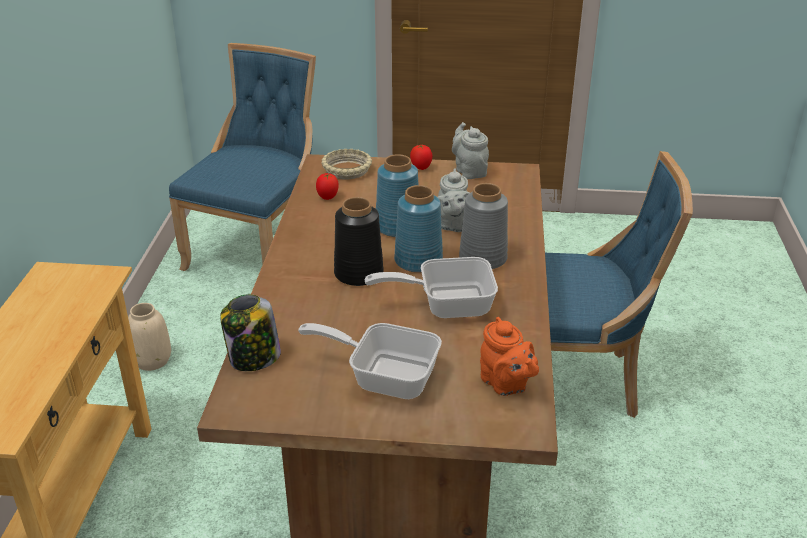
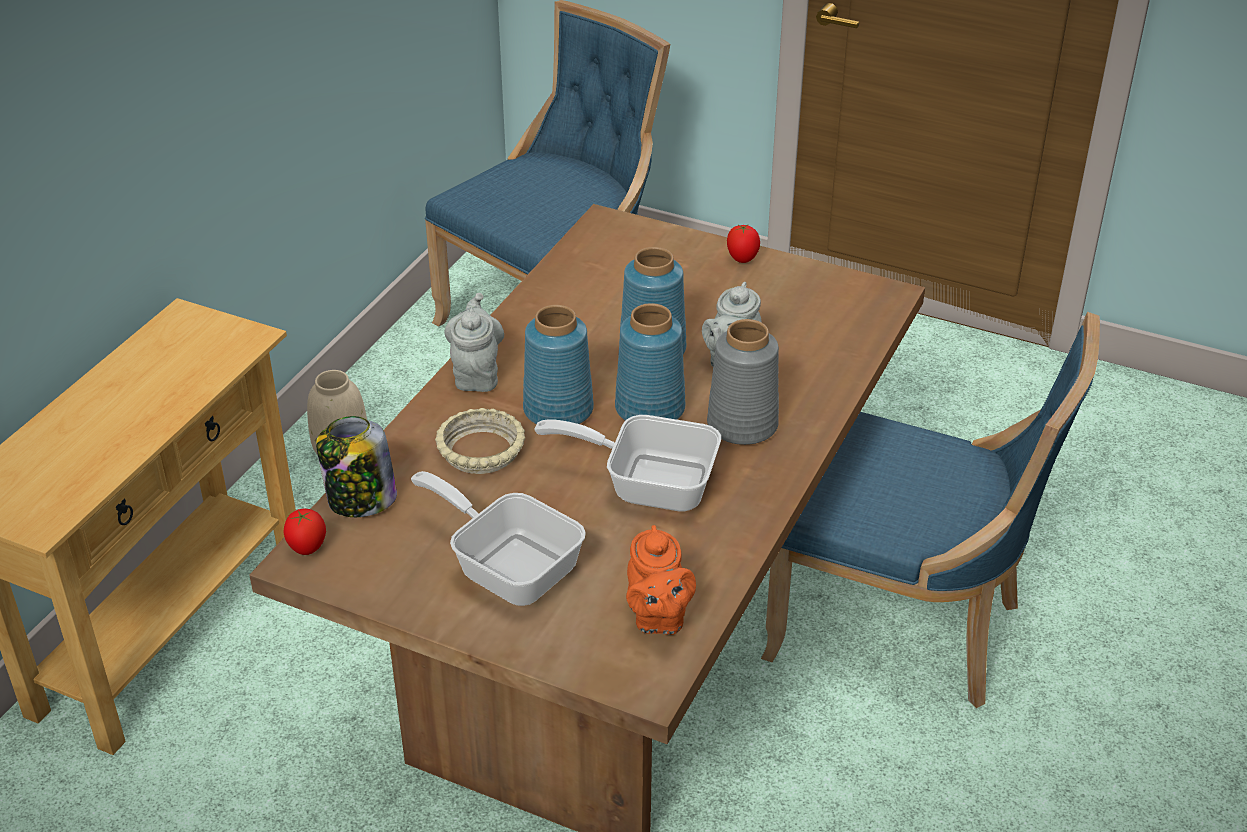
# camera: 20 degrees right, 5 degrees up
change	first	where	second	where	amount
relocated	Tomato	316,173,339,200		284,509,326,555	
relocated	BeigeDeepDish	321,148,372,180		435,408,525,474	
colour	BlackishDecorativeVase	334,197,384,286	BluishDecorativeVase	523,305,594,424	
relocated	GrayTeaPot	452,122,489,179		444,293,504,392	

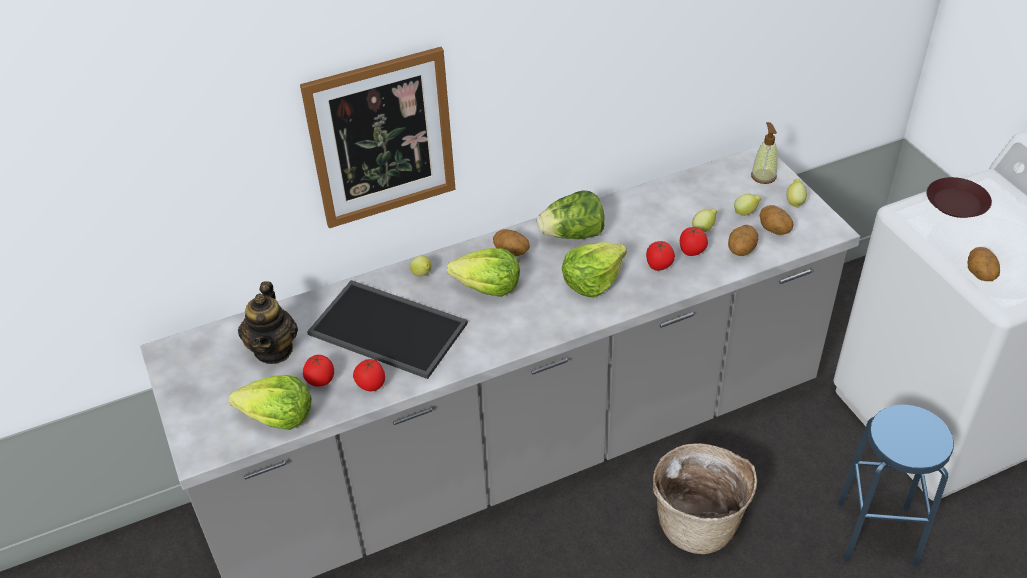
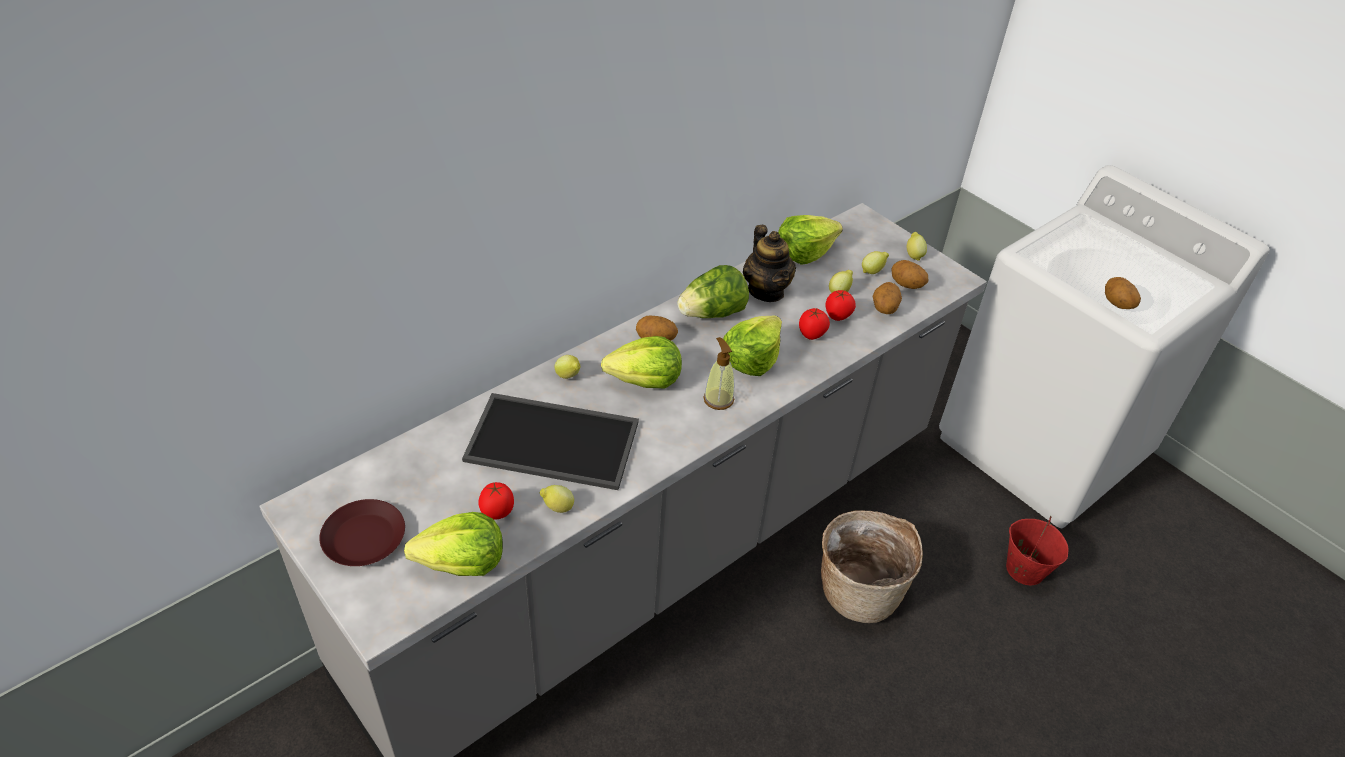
# camera: 20 degrees left, 0 degrees up
change	first	where	second	where	amount
relocated	TeaPot	238,281,298,364		743,225,796,302	
missing	Picture	300,47,455,228			
exchanged	Tomato	353,359,385,391	CitrusFruit	540,485,574,513	
relocated	SoapBottle	751,122,778,184		703,337,734,410	
exchanged	BluishStoolSeat	837,405,954,568	ReddishPail	1006,516,1069,585	
relocated	BrownColouredDinnerPlate	927,177,992,218		319,499,405,566	
appeared			HeadOfLettuce	778,215,843,265	

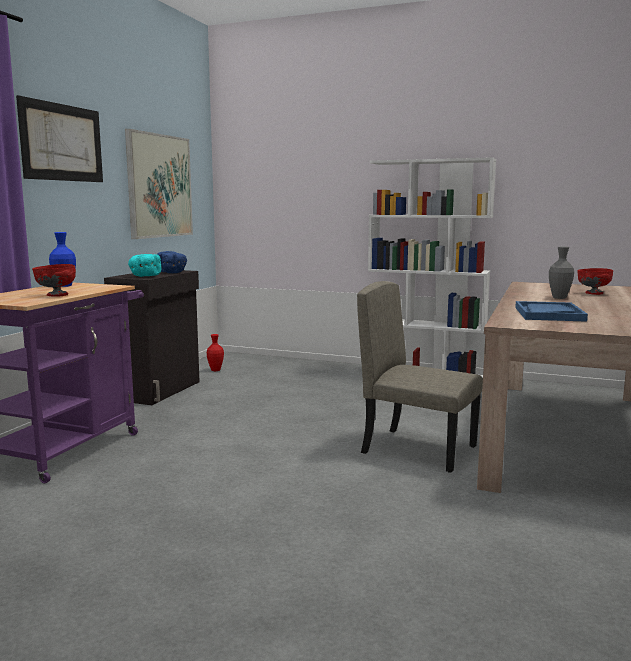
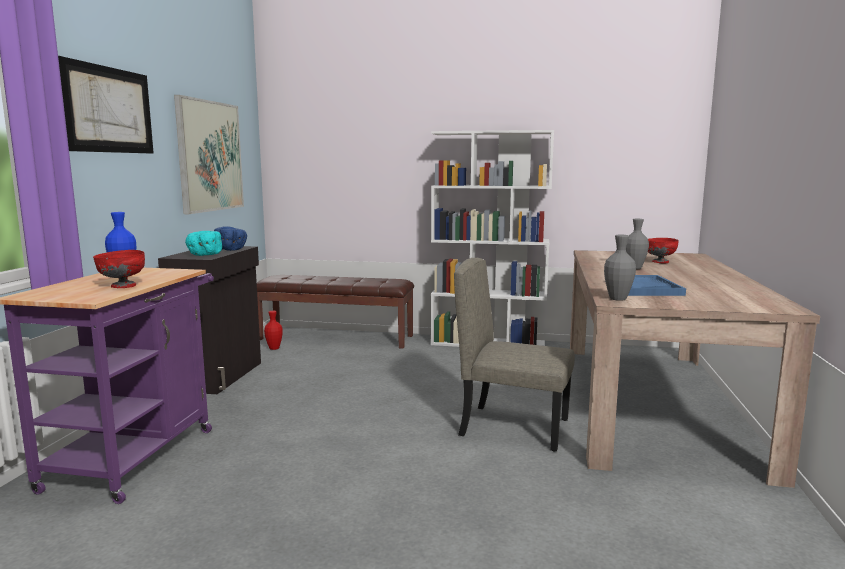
# camera: 10 degrees left, 0 degrees up
change	first	where	second	where	amount
appeared			BrownColouredLongSeat	257,275,414,349	
appeared			GrayDecorativeVase	604,235,636,301	

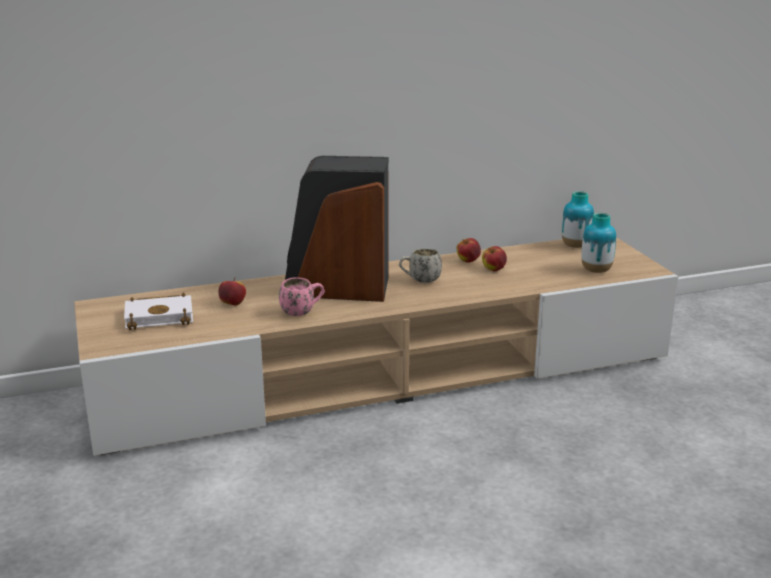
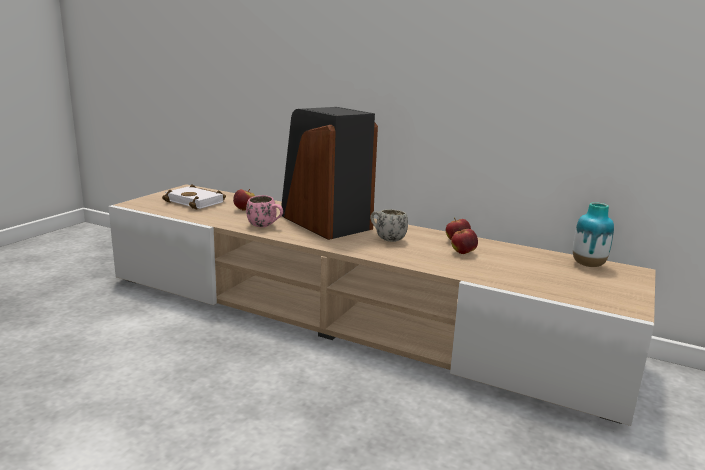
# camera: 45 degrees right, 5 degrees down
change	first	where	second	where	amount
missing	DecorativeVase	582,213,616,273			

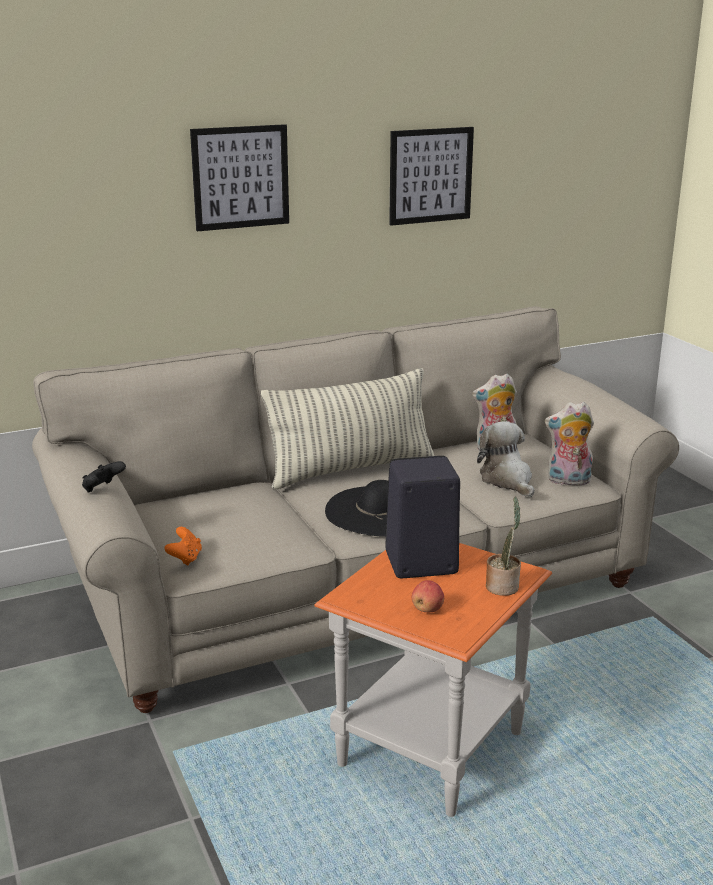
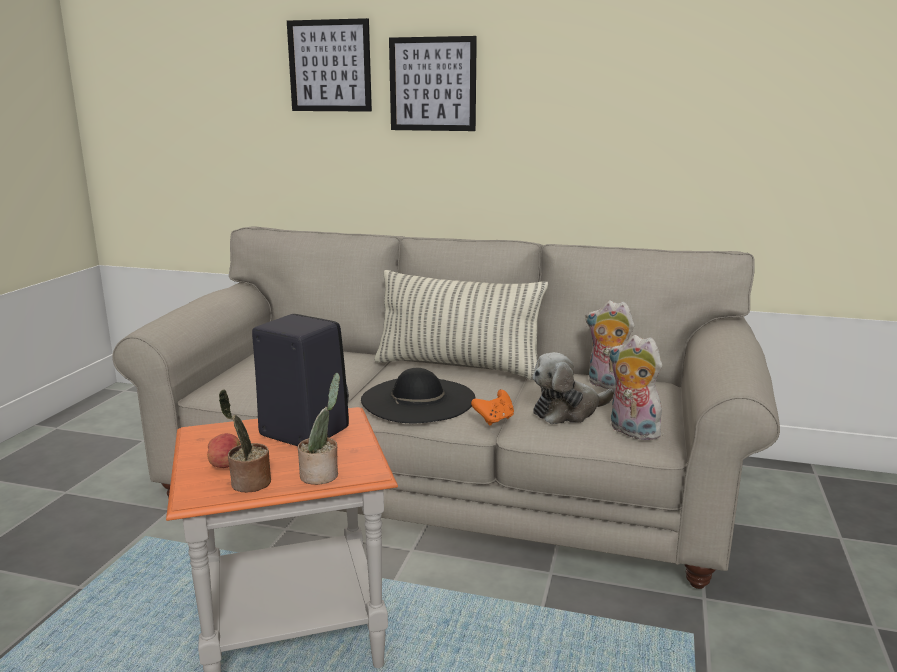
# camera: 40 degrees right, 5 degrees down
change	first	where	second	where	amount
missing	BlackishJoypad	82,461,126,493			
relocated	OrangeyJoypad	164,527,202,566		471,390,514,426	
relocated	Picture	389,127,474,226		287,18,372,112	
spun	CuddlyToy	477,421,534,497		532,352,614,424	135 degrees counterclockwise
appeared			PottedPlant	219,389,271,492	

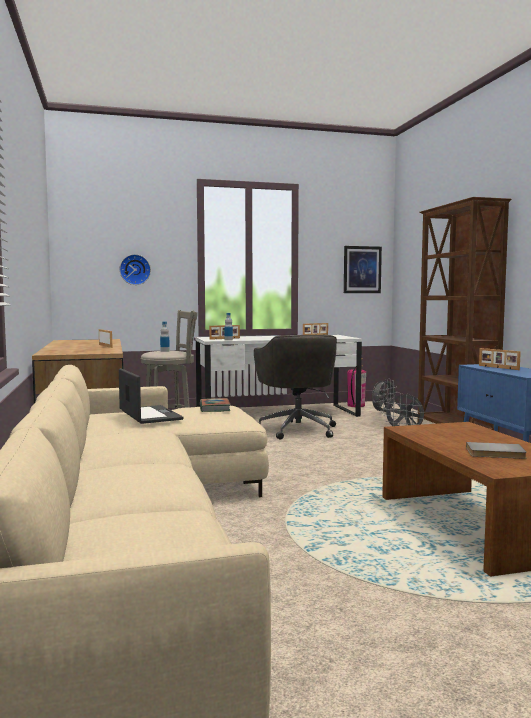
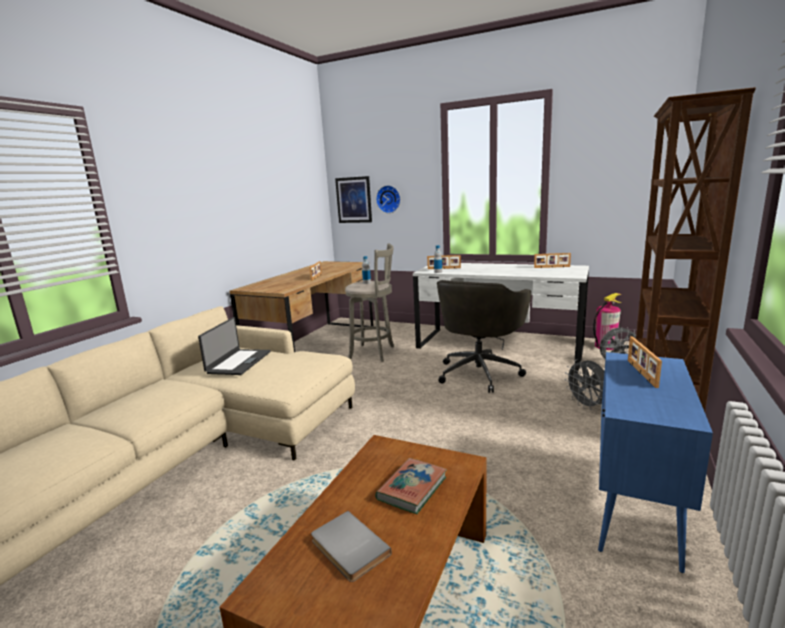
# camera: 40 degrees right, 10 degrees up
change	first	where	second	where	amount
relocated	Book	200,398,231,412		375,458,447,514	
relocated	Picture	344,246,382,293		335,176,372,223	

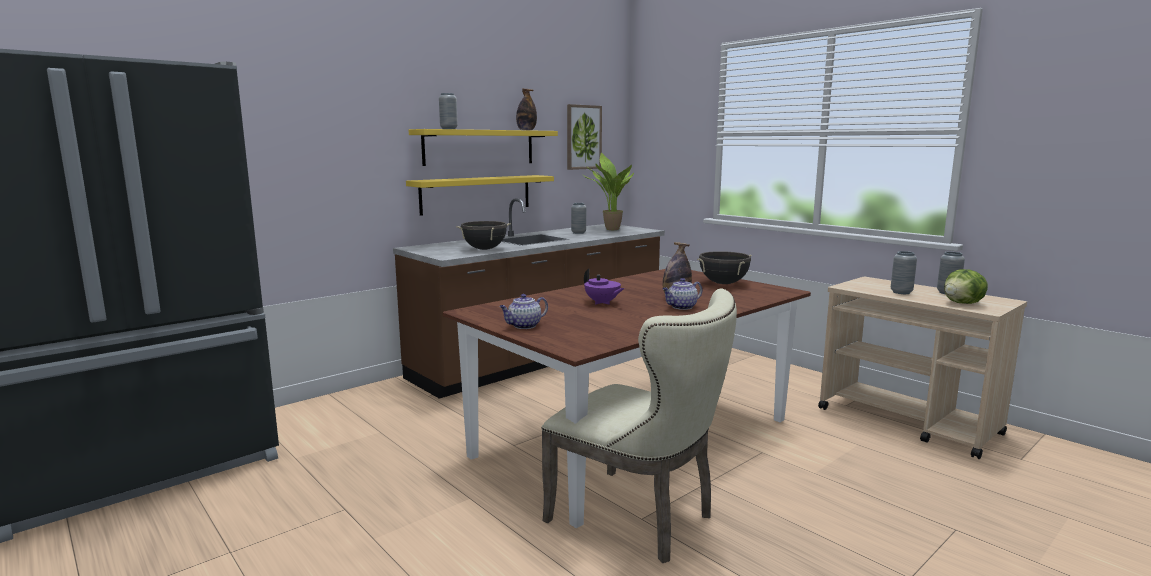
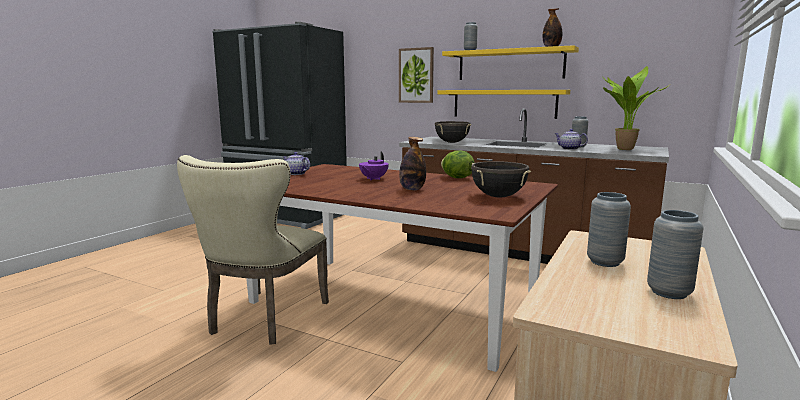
# camera: 70 degrees right, 0 degrees up
change	first	where	second	where	amount
relocated	Picture	567,104,602,170		399,47,434,103	
relocated	TeaPot	662,278,702,310		554,129,588,150	
relocated	HeadOfLettuce	944,269,988,304		441,150,475,178	

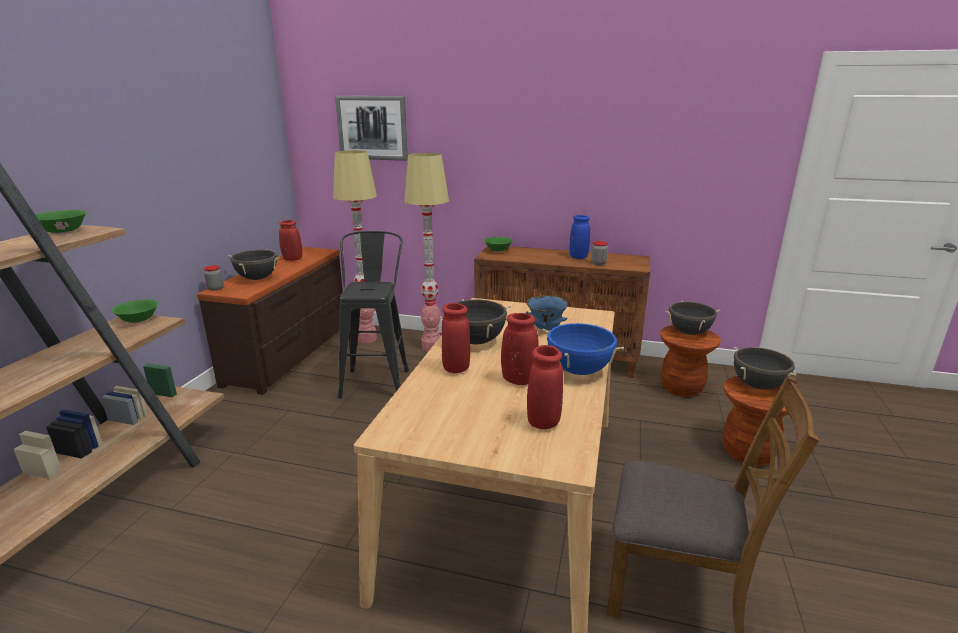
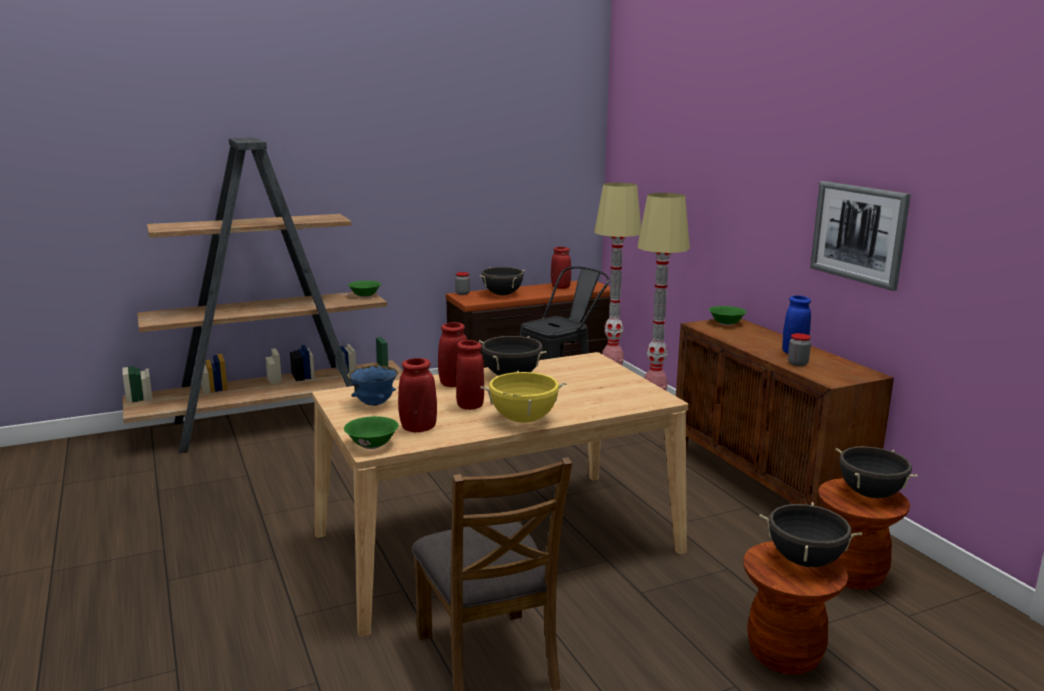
# camera: 50 degrees right, 5 degrees down
change	first	where	second	where	amount
relocated	GreenDeepDish	35,210,87,235		344,416,399,449	
relocated	Picture	335,96,408,161		810,181,911,291	
relocated	BluishDeepDish	526,295,568,330		347,365,398,406	
colour	BluishCookingPot	543,323,624,375	YellowColouredCookingPot	481,371,567,423	

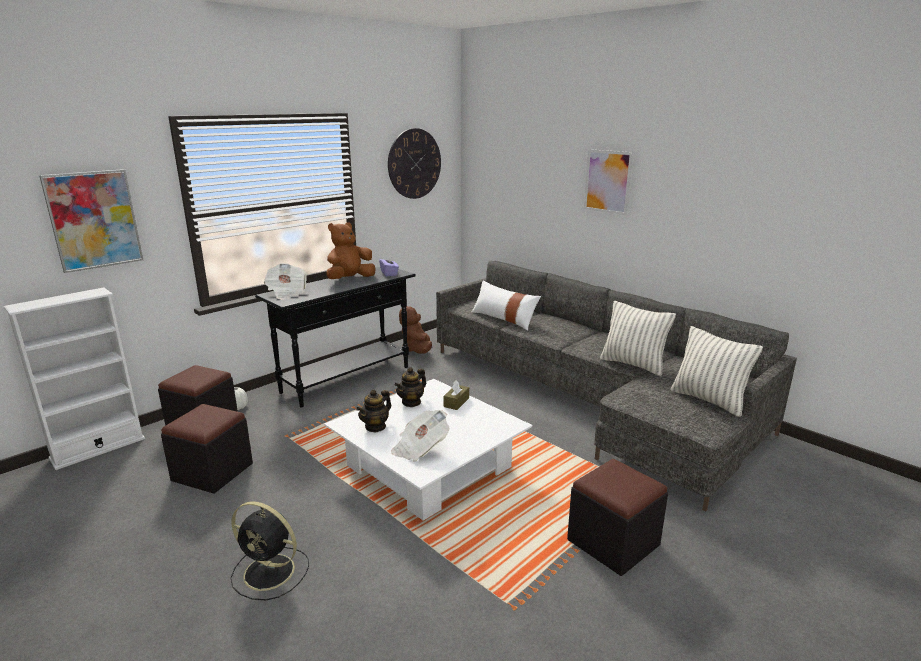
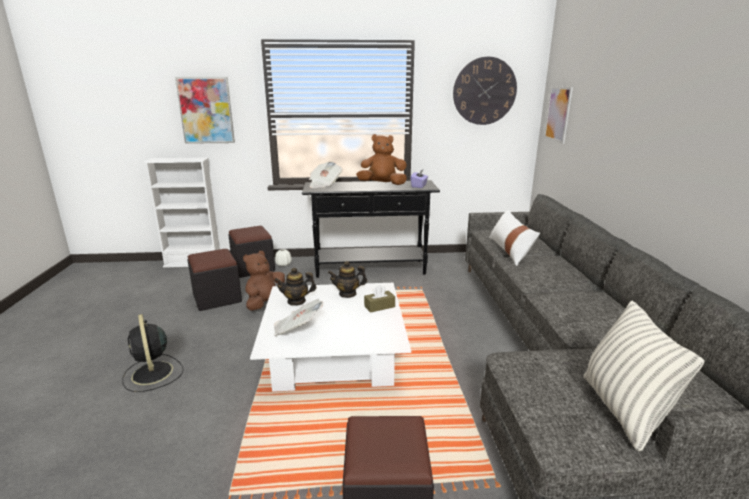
# camera: 40 degrees right, 0 degrees up
change	first	where	second	where	amount
relocated	BrownColouredCuddlyToy	399,306,432,354		243,251,285,311	
relocated	Picture	584,149,633,215		544,86,573,144	
missing	ThrowPillow	600,301,676,376			

